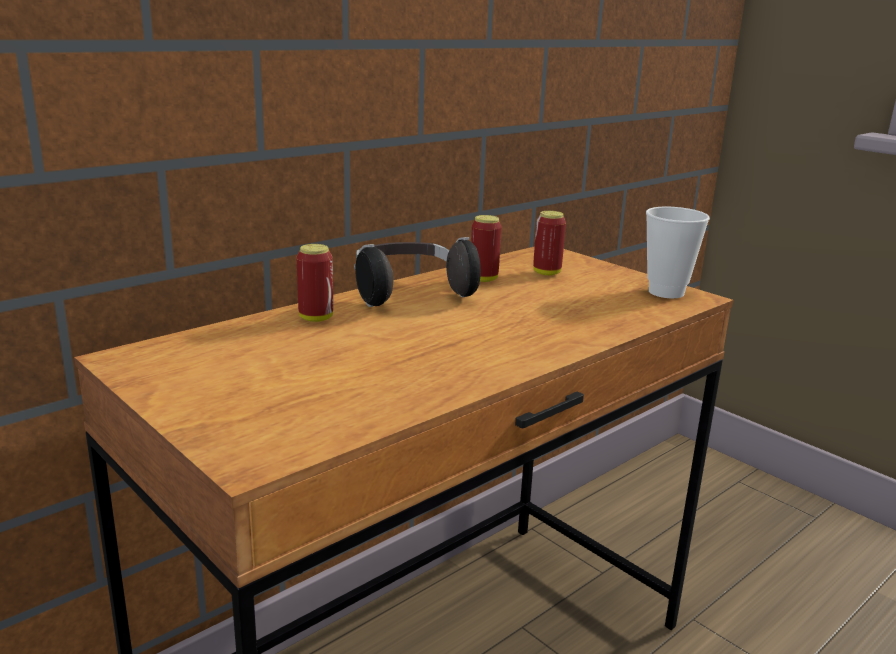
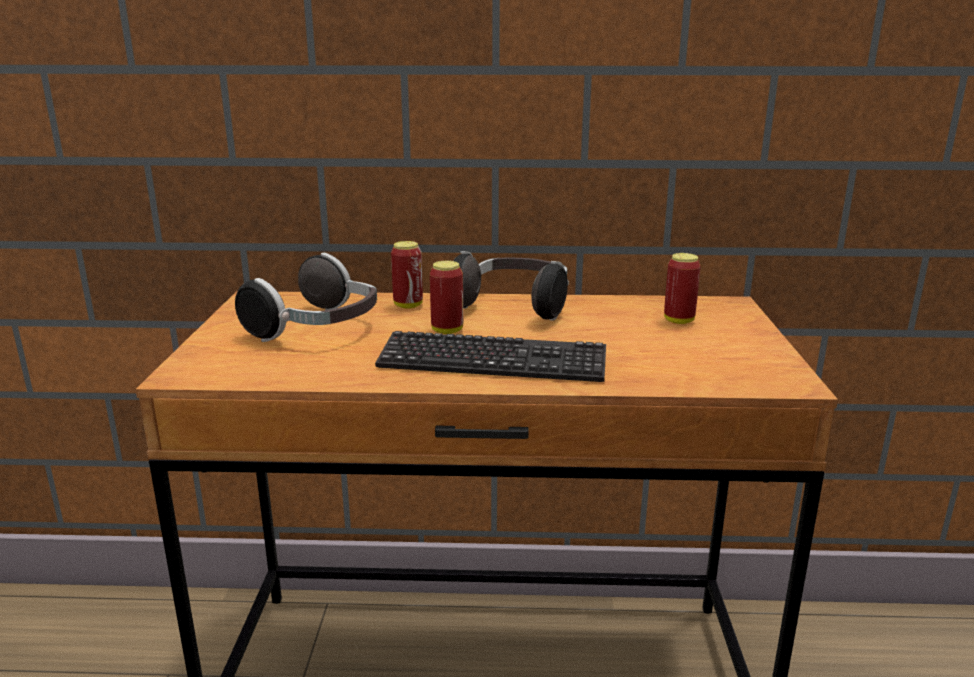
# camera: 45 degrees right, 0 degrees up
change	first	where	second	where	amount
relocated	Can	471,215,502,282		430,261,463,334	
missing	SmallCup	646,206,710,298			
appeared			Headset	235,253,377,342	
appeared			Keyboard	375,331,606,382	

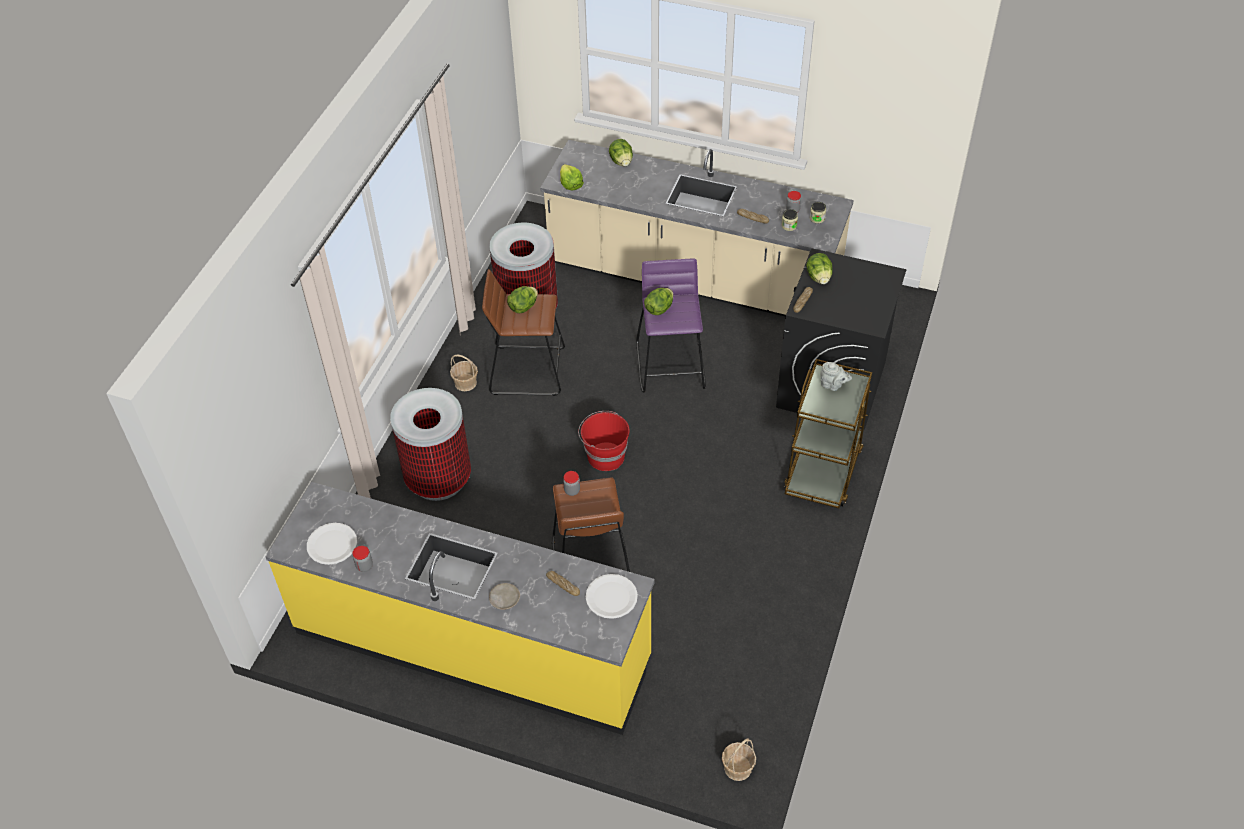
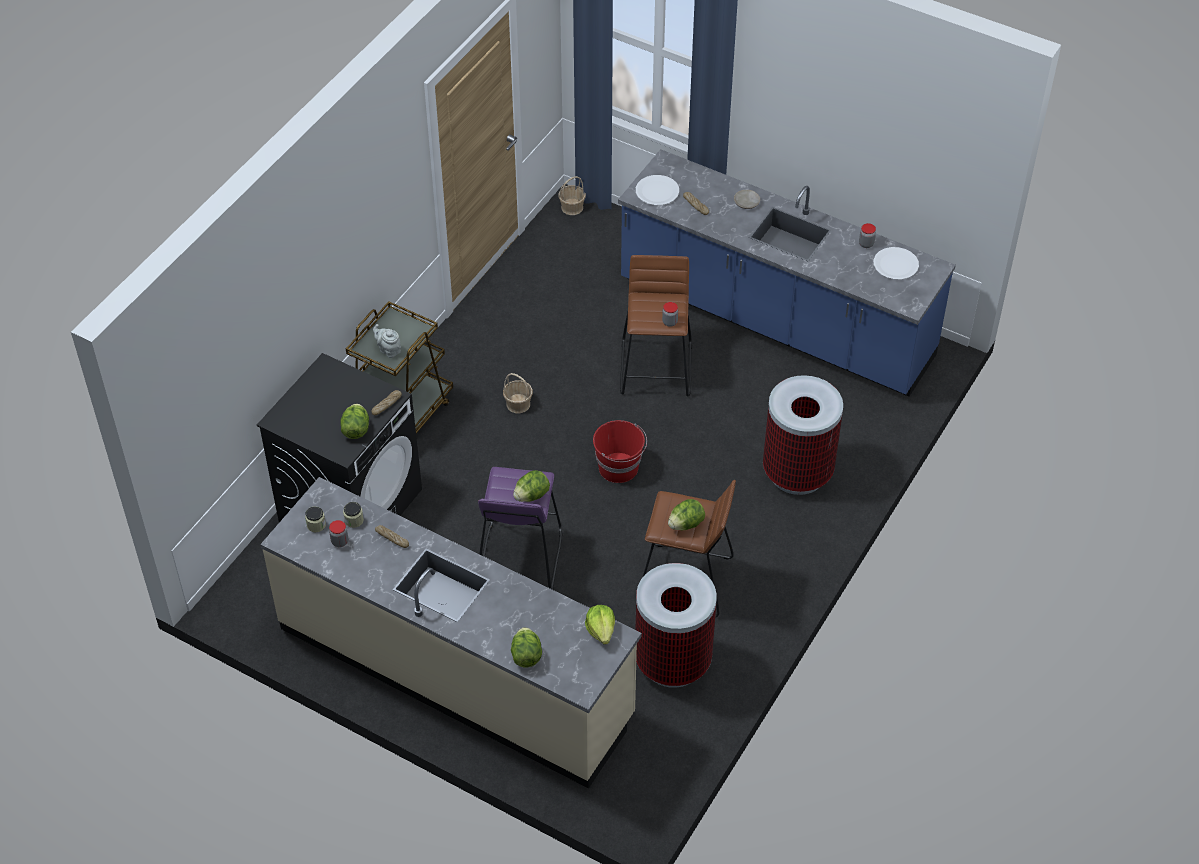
# camera: 170 degrees left, 0 degrees up
change	first	where	second	where	amount
colour	YellowColouredKitchenCounter	266,482,655,735	BluishKitchenCounter	618,149,956,396	
relocated	Basket	450,355,478,391		503,373,533,413	

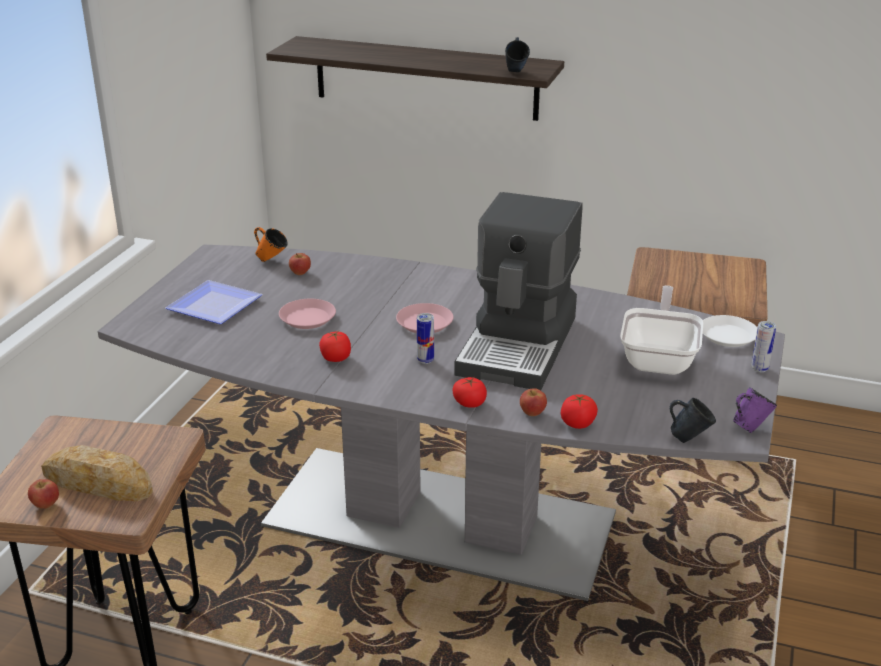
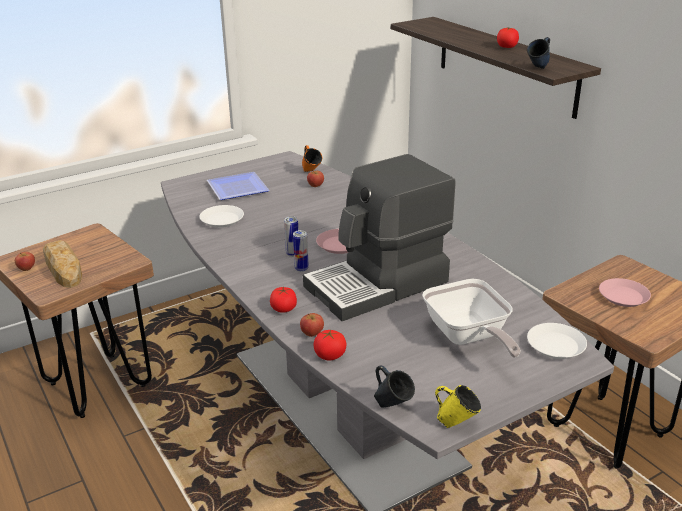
# camera: 40 degrees right, 0 degrees up
change	first	where	second	where	amount
relocated	PinkDinnerPlate	279,299,336,329		599,278,651,307	
relocated	Tomato	319,331,351,362		497,27,519,48	
spun	Skillet	620,285,703,375		422,279,521,358	105 degrees clockwise
colour	PurpleColouredTeaMug	733,387,777,433	YellowColouredTeaMug	435,385,481,428	
relocated	Can	751,321,776,372		284,216,298,257	
appeared			WhitishDinnerPlate	199,205,244,228	

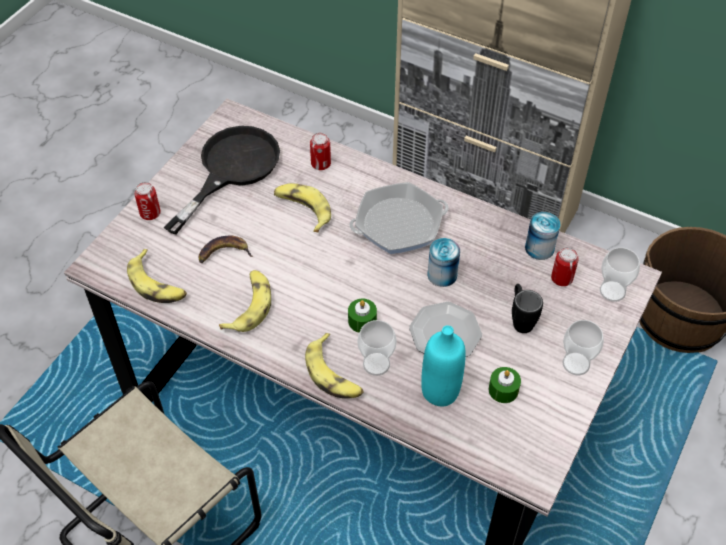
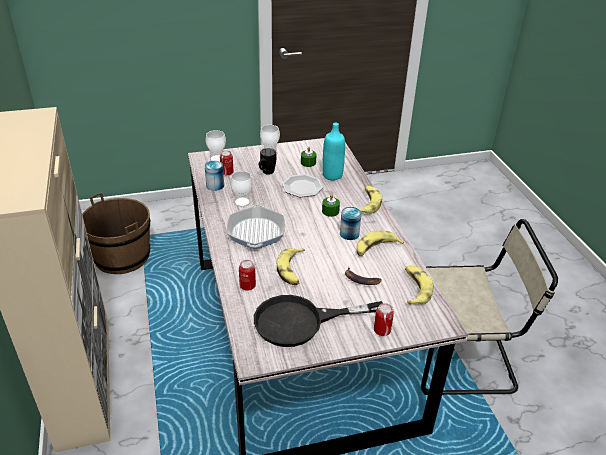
# camera: 135 degrees left, 15 degrees down
change	first	where	second	where	amount
spun	Skillet	349,182,449,254		227,204,285,249	120 degrees counterclockwise
relocated	SmallCup	358,320,397,376		230,171,253,207	
relocated	Can	428,238,460,287		340,207,361,240	

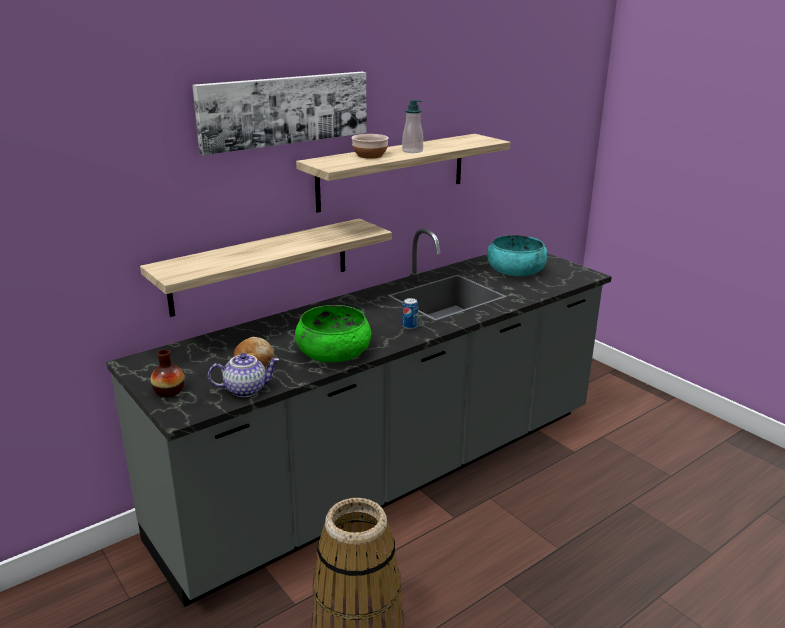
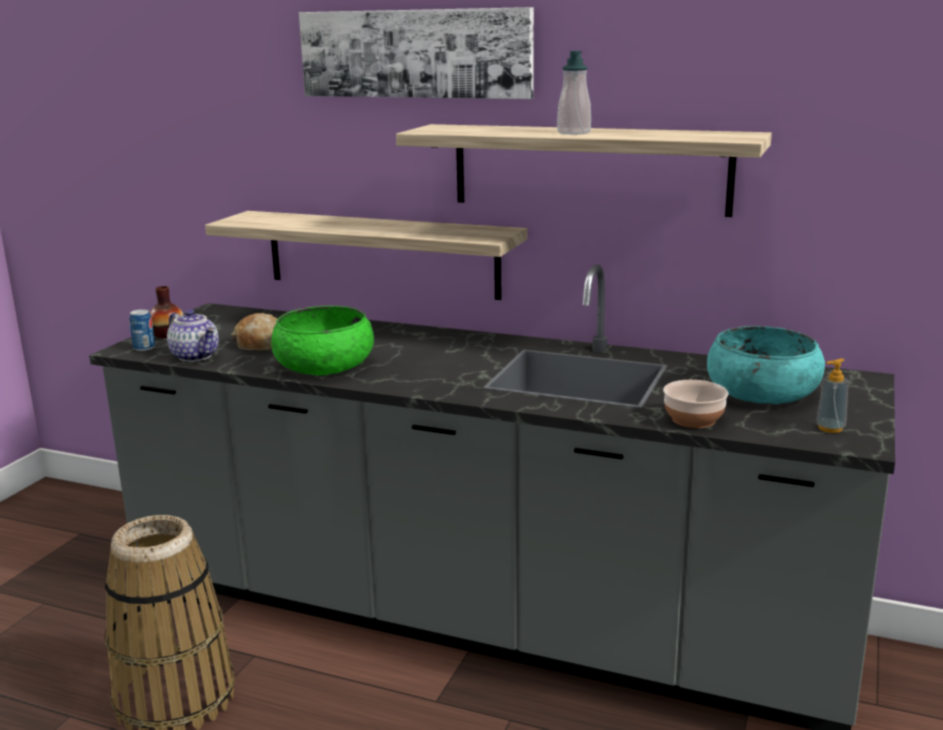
# camera: 60 degrees right, 5 degrees down
change	first	where	second	where	amount
relocated	DeepDish	352,134,389,159		663,380,728,428	
relocated	Can	402,298,418,329		129,309,155,351	
appeared			SoapBottle	816,359,849,433	

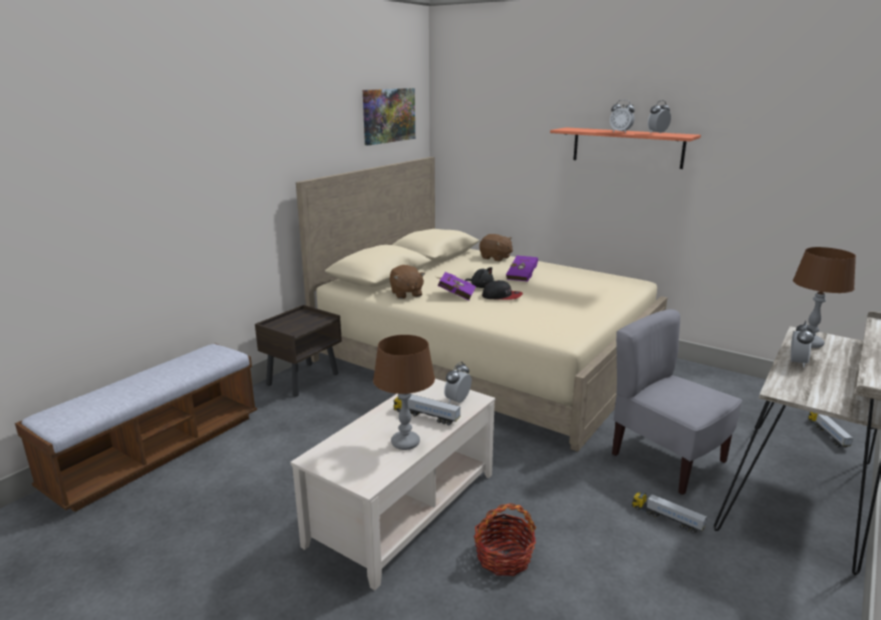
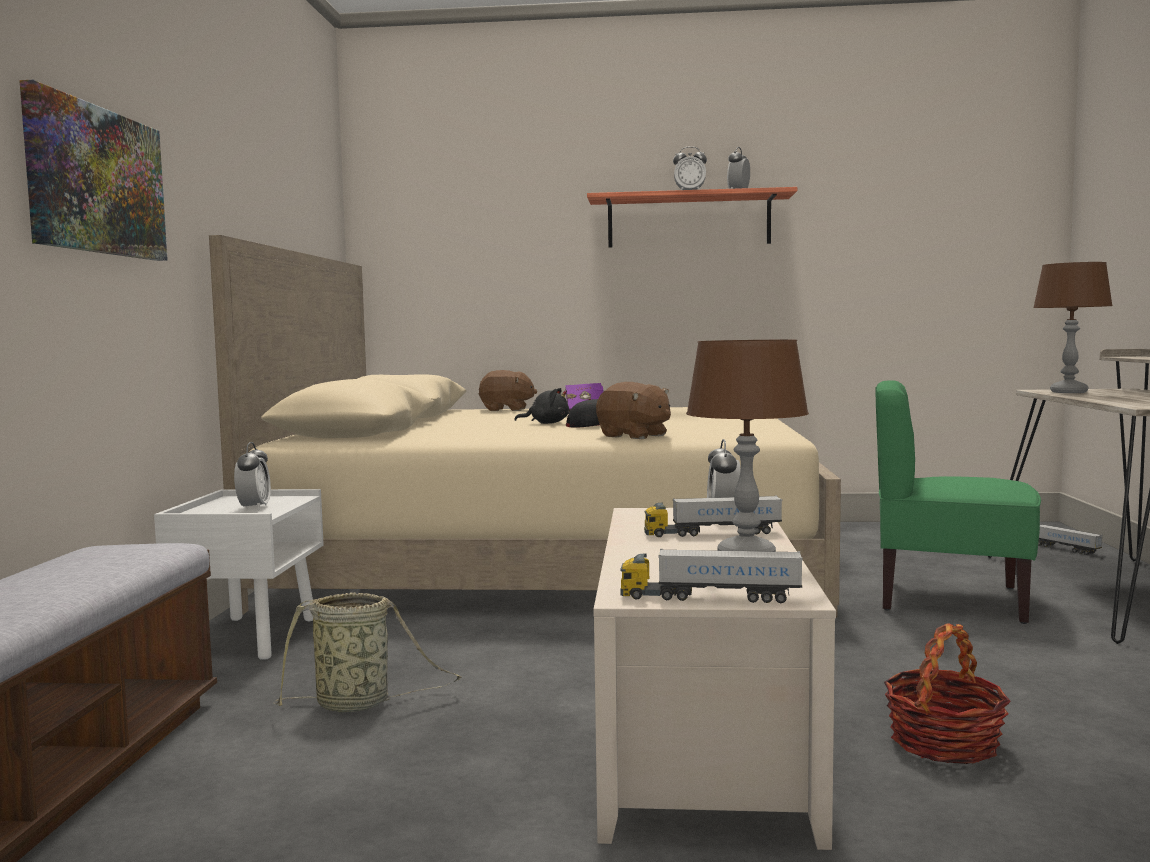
# camera: 30 degrees left, 15 degrees down
change	first	where	second	where	amount
colour	BrownColouredBedsideTable	255,305,342,397	WhitishBedsideTable	154,489,324,660	
relocated	Picture	363,88,415,145		19,80,168,261	
relocated	BrownColouredCuddlyToy	389,265,425,299		596,382,671,439	
missing	PurpleColouredBook	436,272,476,300			
colour	GrayUprightChair	612,309,742,495	GreenUprightChair	876,380,1041,624	
relocated	ModelTruck	632,492,707,534		620,549,803,603	
relocated	BedsideClock	791,321,814,368		234,442,271,511	
appeared			Basket	274,592,461,712	

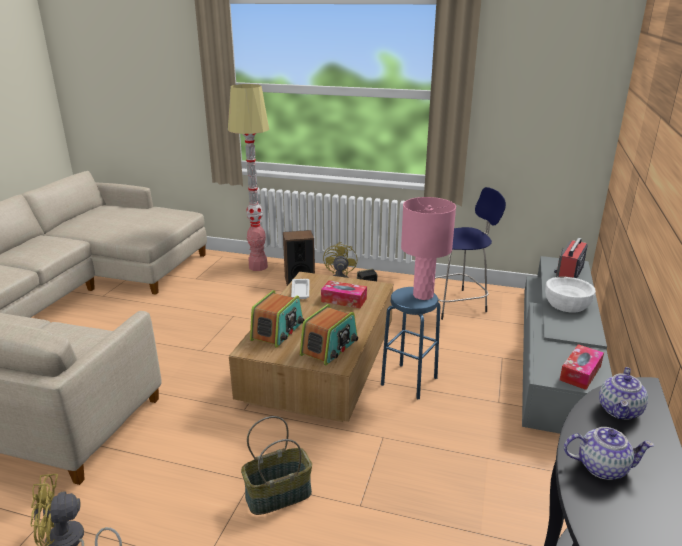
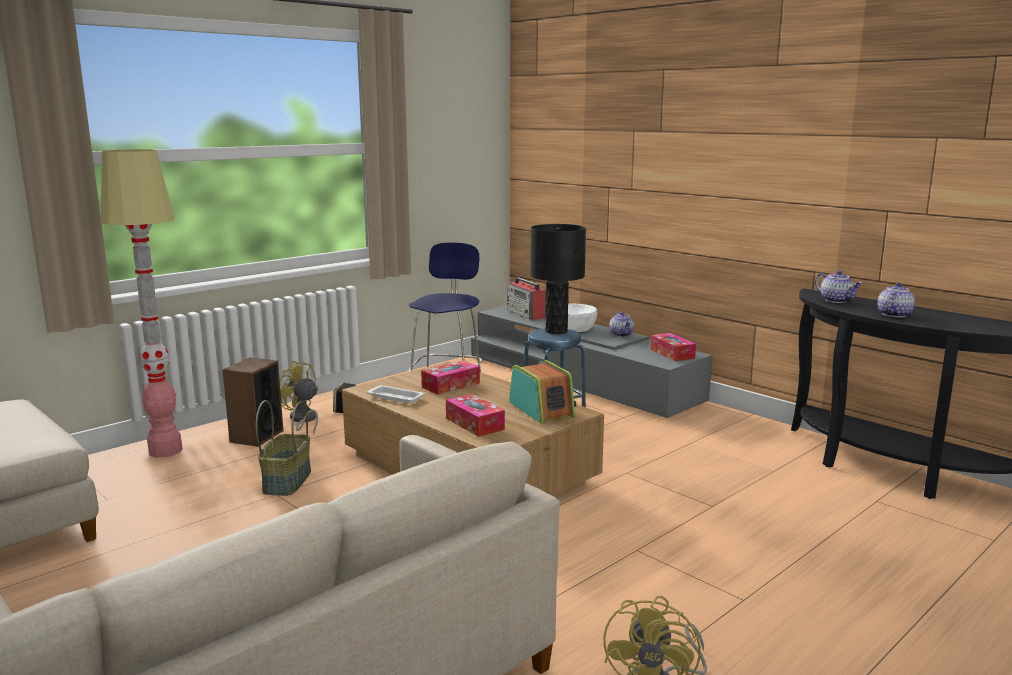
# camera: 60 degrees left, 10 degrees down
change	first	where	second	where	amount
relocated	Basket	241,416,312,515		256,400,311,496	
exchanged	RadioReceiver	250,290,304,348	BoxOfTissues	446,394,505,437	
colour	PinkLampForATable	401,197,456,300	BlackishLampForATable	530,224,586,334	
appeared			TeaPot	609,312,634,337	

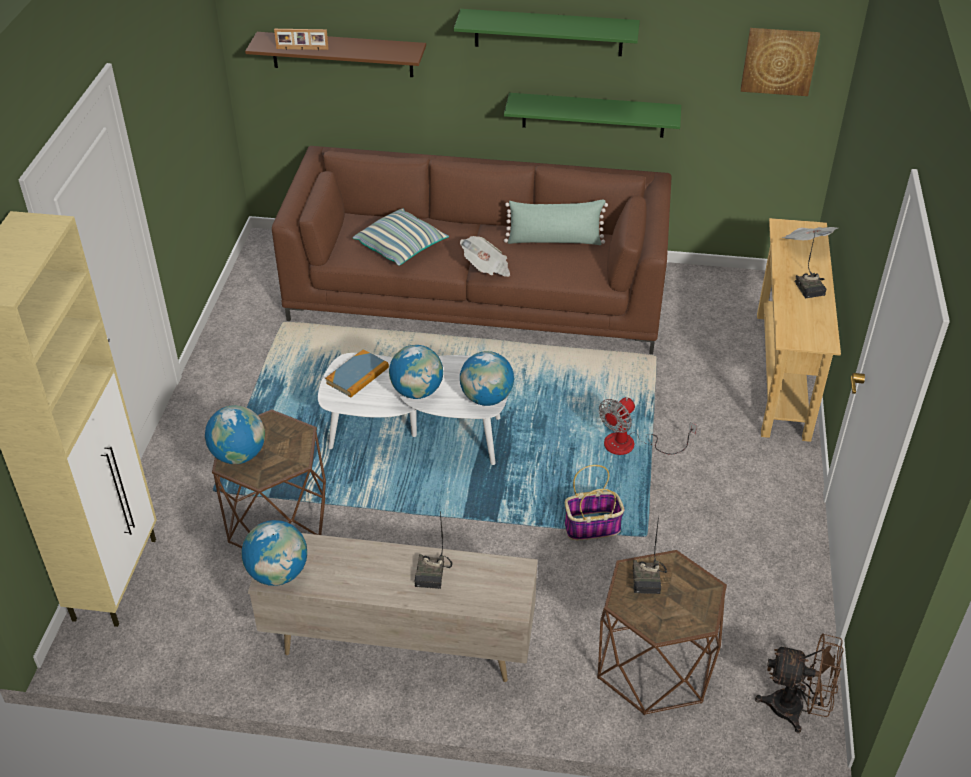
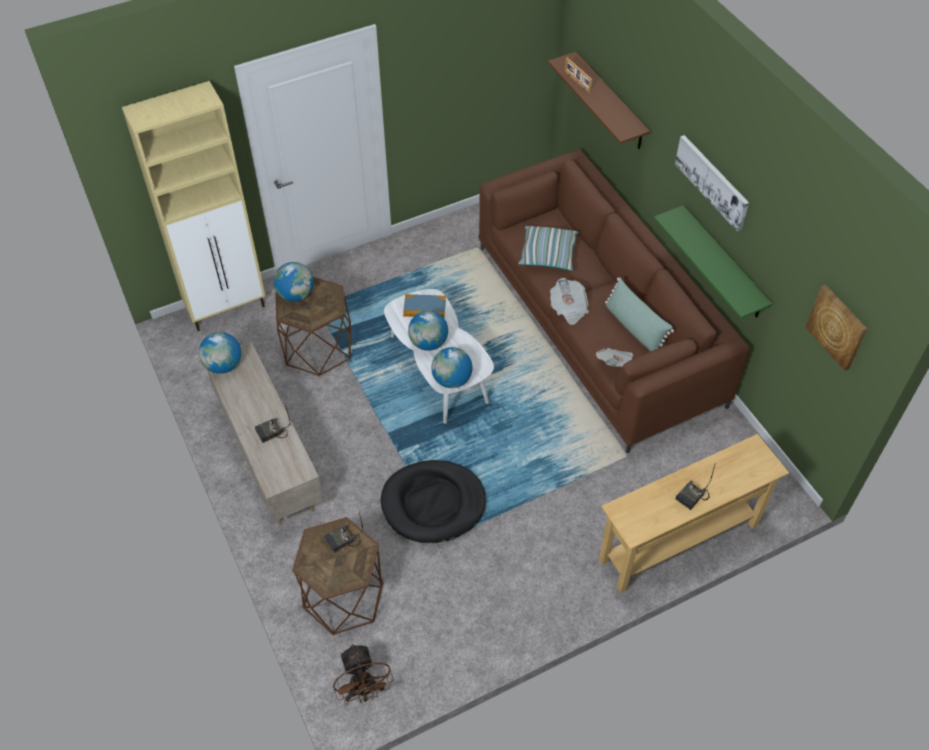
# camera: 55 degrees right, 10 degrees up
change	first	where	second	where	amount
exchanged	GreenWallShelf	454,9,640,56	Picture	675,135,749,232	
exchanged	Basket	565,465,625,540	BlackishDogCushion	380,460,486,543	
missing	Fan	599,397,697,455			
relocated	PrintedPaper	782,227,838,240		596,348,633,367	

